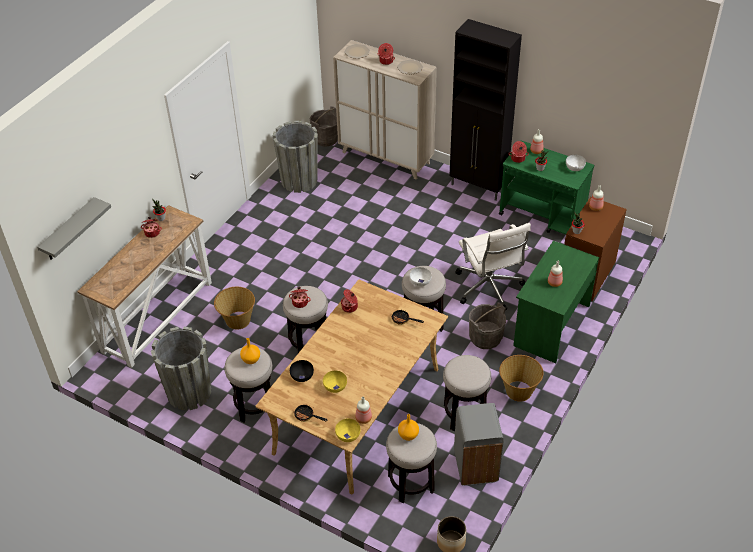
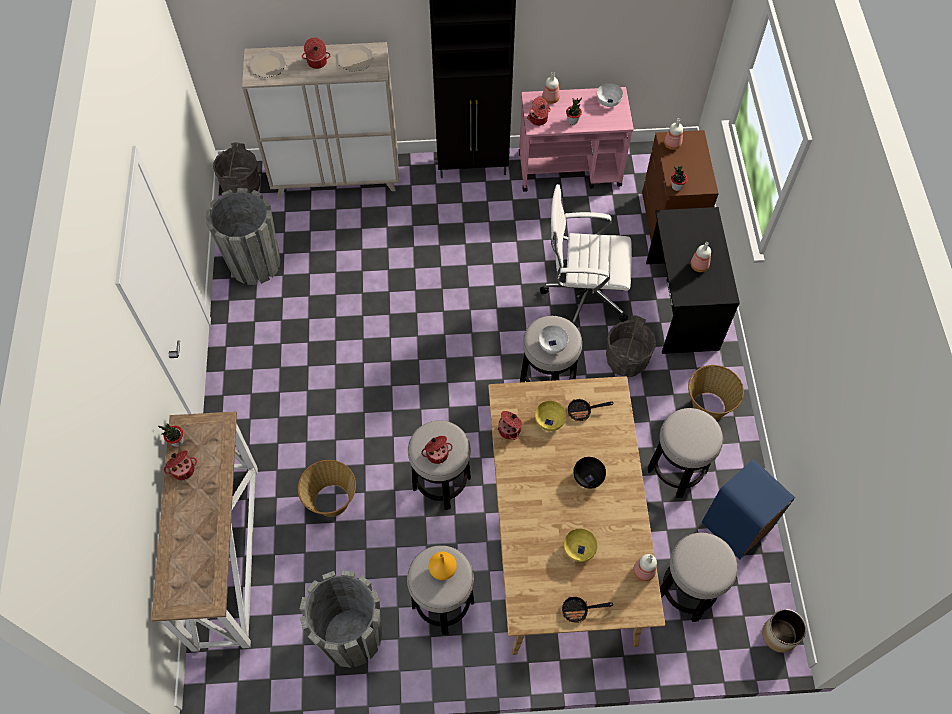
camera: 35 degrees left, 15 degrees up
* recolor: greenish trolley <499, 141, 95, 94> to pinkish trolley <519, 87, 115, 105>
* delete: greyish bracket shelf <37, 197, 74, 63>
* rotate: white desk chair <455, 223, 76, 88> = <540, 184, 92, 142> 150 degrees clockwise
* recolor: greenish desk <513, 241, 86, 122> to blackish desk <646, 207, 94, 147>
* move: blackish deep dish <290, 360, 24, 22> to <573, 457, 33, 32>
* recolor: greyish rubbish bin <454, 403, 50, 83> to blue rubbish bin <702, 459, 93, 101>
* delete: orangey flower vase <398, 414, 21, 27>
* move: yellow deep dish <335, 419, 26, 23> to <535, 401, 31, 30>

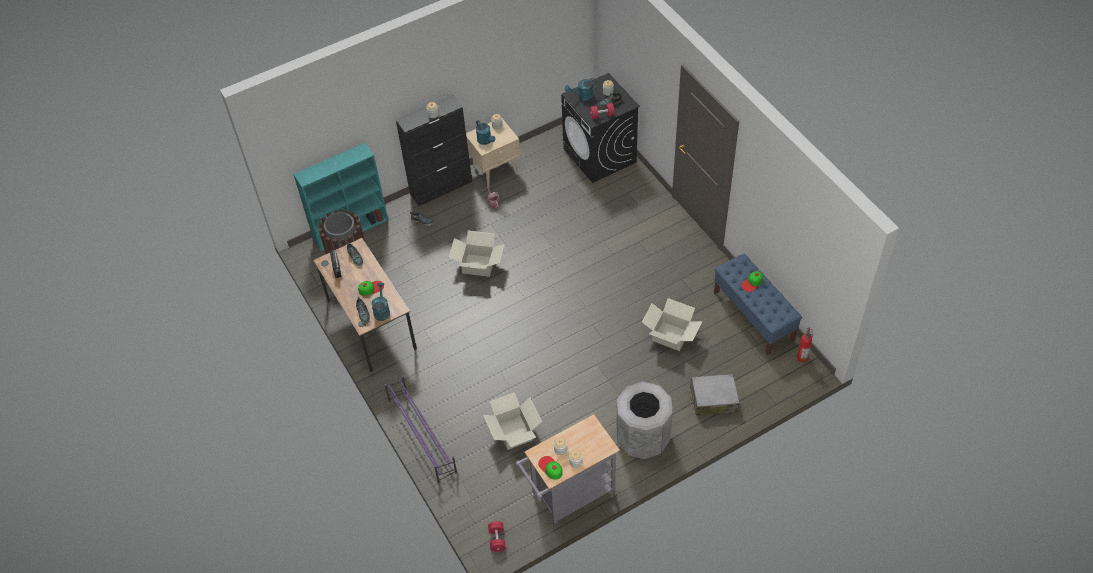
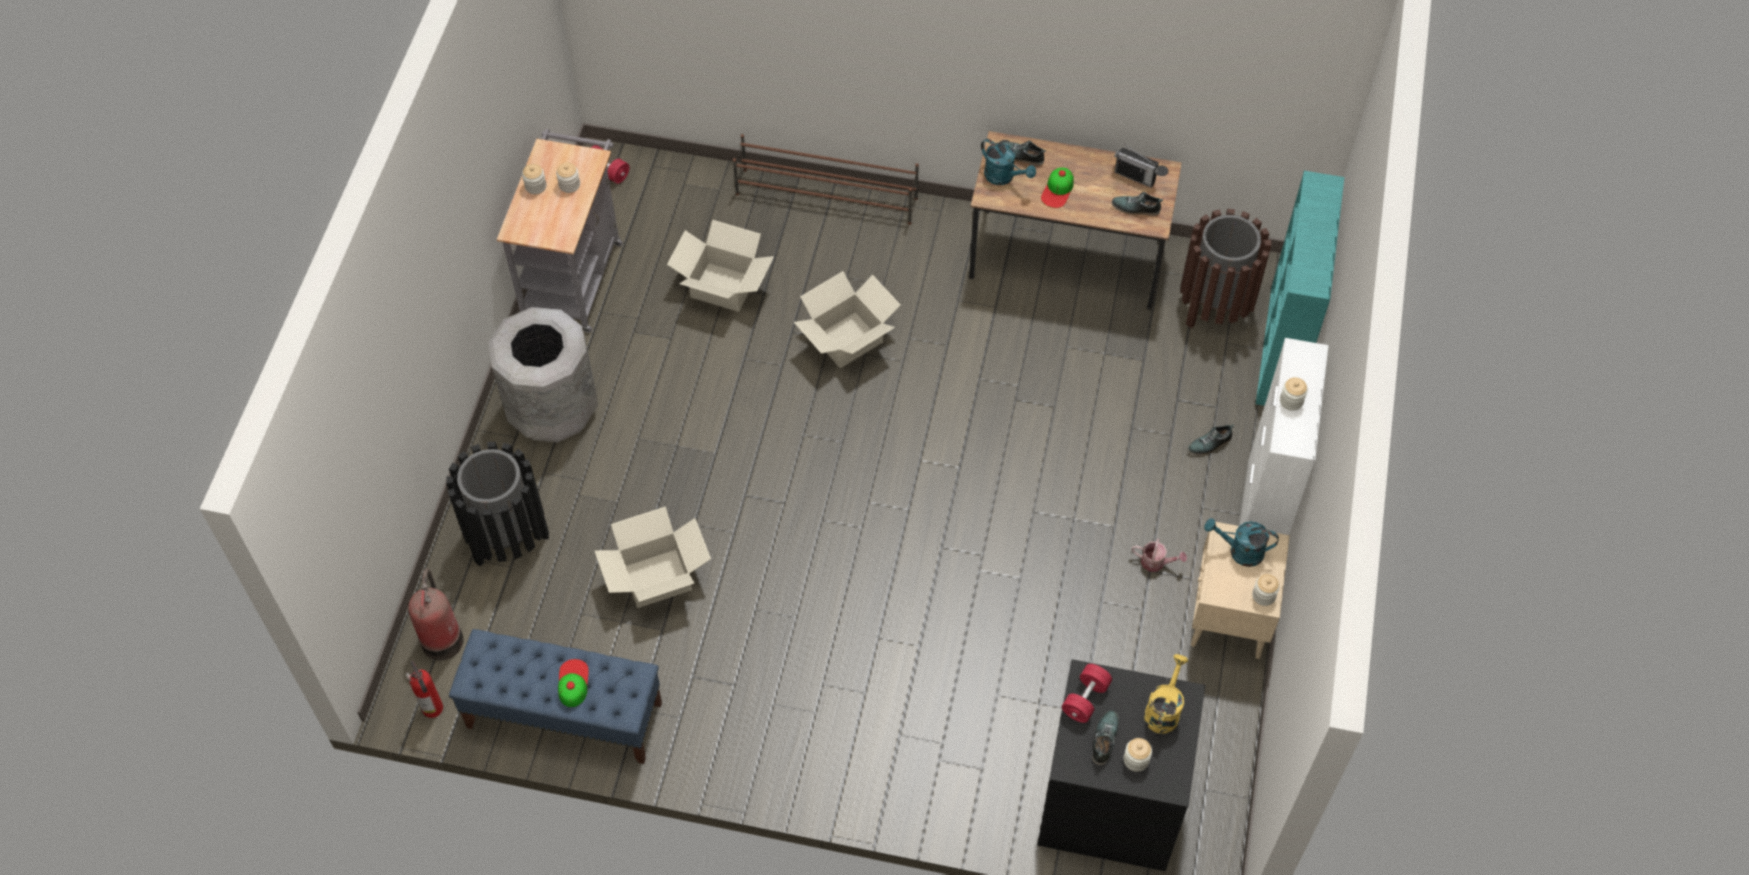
camera: 130 degrees right, 5 degrees up
* recolor: turquoise-coloured watering pot <565, 78, 32, 23> to yellow watering pot <1144, 654, 45, 80>
* recolor: blackish cabinet <396, 95, 76, 111> to white cabinet <1239, 338, 90, 197>
* move: carton <449, 231, 55, 46> to <794, 271, 107, 97>
* replace: greyish suitcase <689, 374, 51, 42> to blackish rubbish bin <446, 442, 103, 125>
* recolor: purple shoe rack <384, 375, 73, 108> to brown shoe rack <733, 134, 186, 91>
* delete: baseball cap <538, 456, 25, 24>
* insert: fire-fighting cylinder <408, 568, 56, 93>

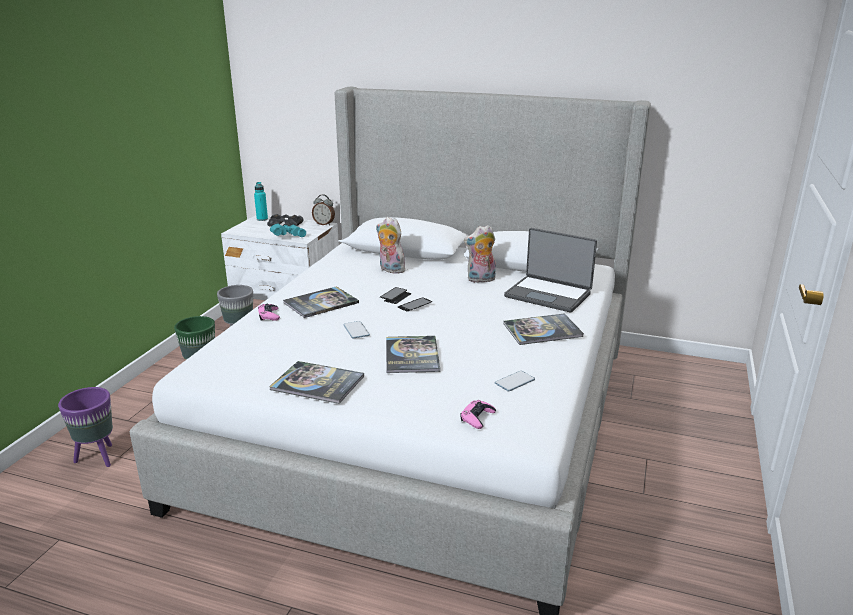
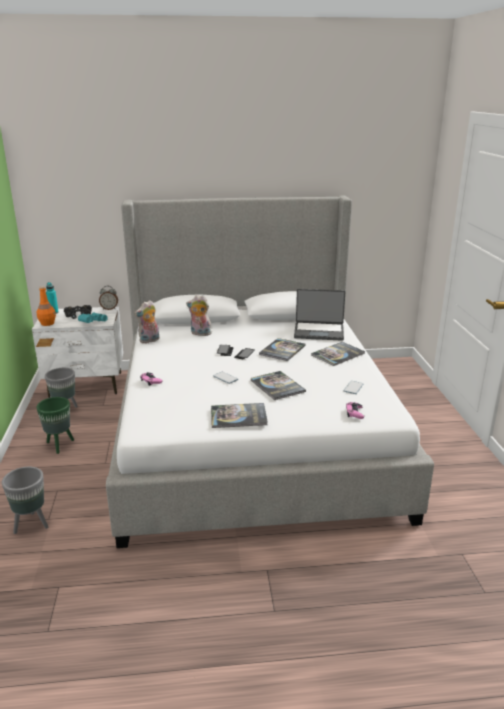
camera: 25 degrees left, 0 degrees up
* move: soft toy <464, 225, 32, 58> to <134, 300, 25, 43>
* move: bound book <283, 287, 76, 31> to <259, 338, 47, 23>
* recolor: purple flower pot <58, 387, 55, 80> to greyish flower pot <2, 467, 46, 67>
* insert: orangey beverage bottle <36, 286, 20, 40>

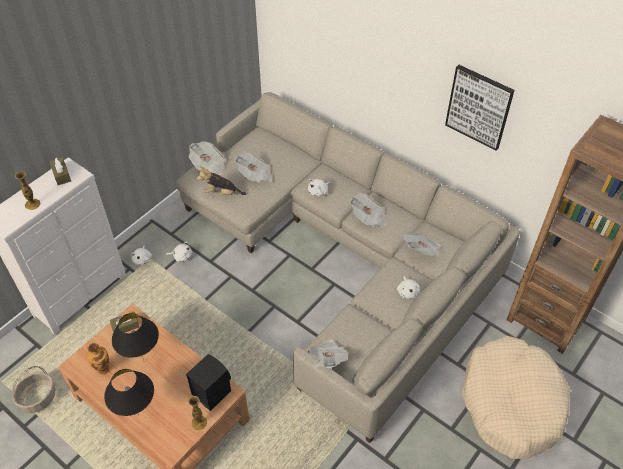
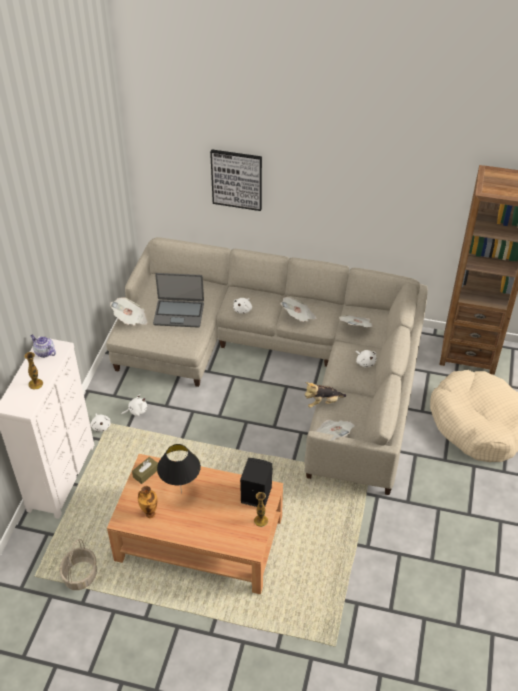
camera: 25 degrees left, 5 degrees down
* move: picture <445, 65, 70, 86> to <210, 149, 52, 62>
* replace: printed paper <235, 152, 37, 30> to portable computer <153, 273, 51, 55>
* replace: brown tissue box <49, 157, 22, 28> to teapot <30, 334, 26, 24>
* move: soft toy <197, 167, 49, 28> to <305, 382, 41, 26>
* delete: blackish lamp for a table <104, 369, 50, 47>

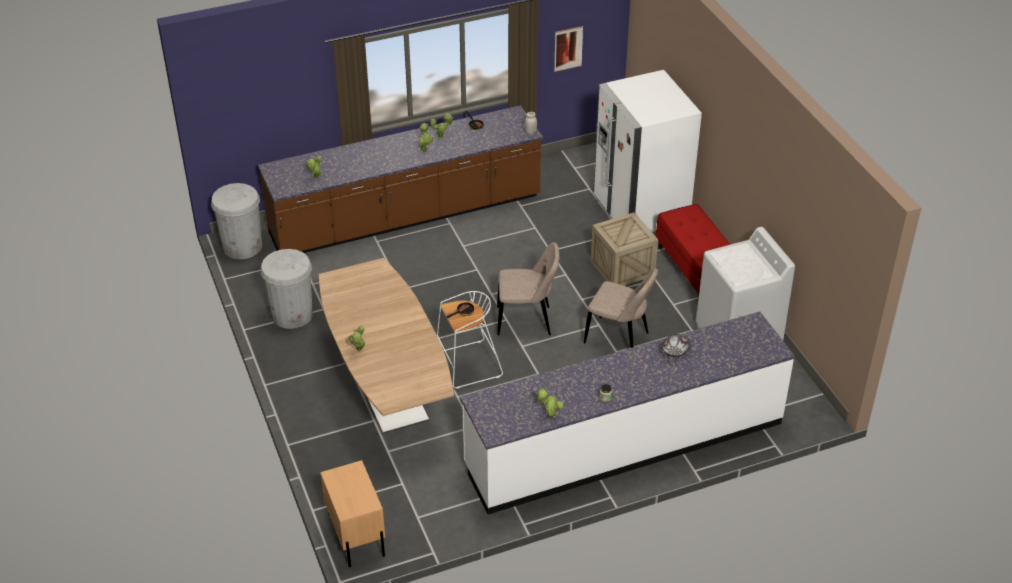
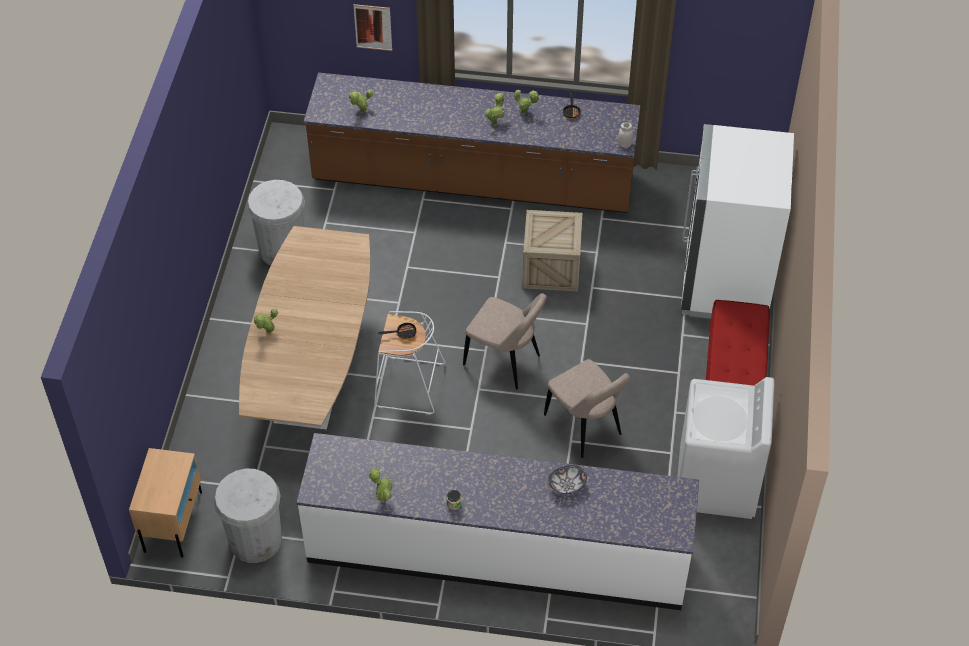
camera: 30 degrees right, 10 degrees up
* move: picture <554, 26, 29, 46> to <353, 4, 39, 47>
* move: white rubbish bin <211, 183, 51, 76> to <214, 468, 68, 95>
* move: packing crate <591, 212, 67, 74> to <522, 210, 60, 82>

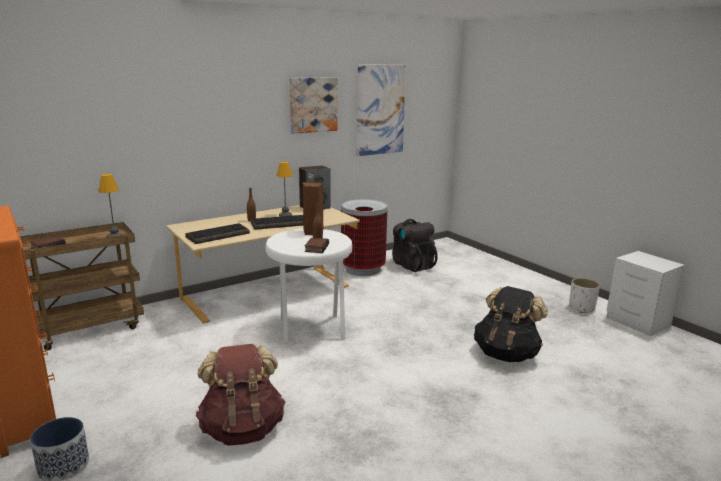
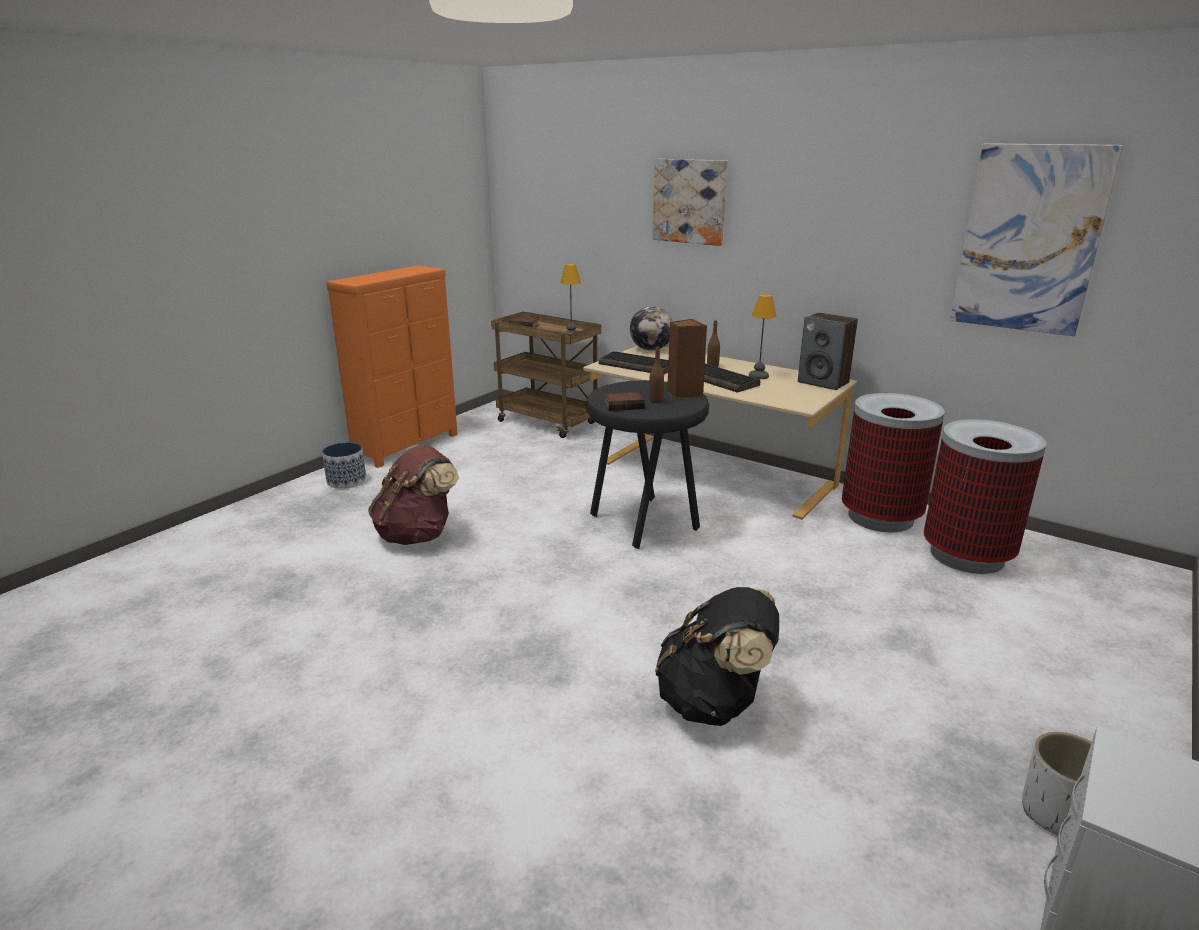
camera: 70 degrees right, 5 degrees up
* move: picture <290, 77, 48, 57> to <653, 159, 75, 87>
* replace: blackish knapsack <392, 219, 46, 53> to rubbish bin <924, 419, 122, 155>
* recolor: white stool seat <265, 229, 87, 115> to blackish stool seat <587, 380, 122, 169>
* insert: globe <630, 306, 42, 45>

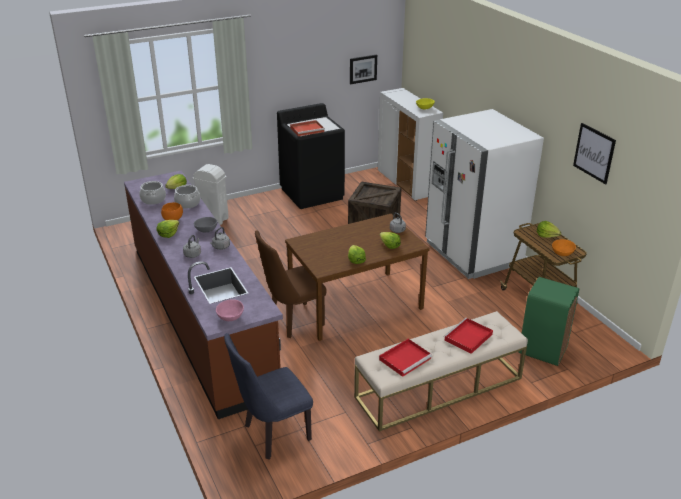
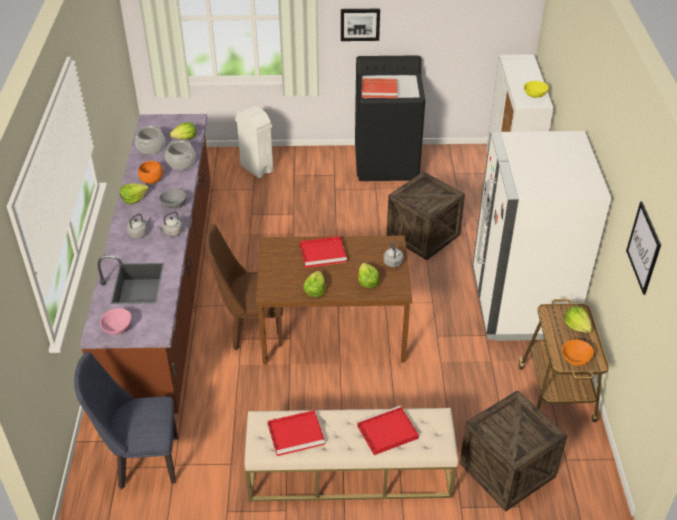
camera: 25 degrees right, 10 degrees up
* move: picture <350, 55, 27, 29> to <341, 9, 39, 32>
* replace: greenish rubbish bin <519, 277, 61, 89> to packing crate <459, 390, 108, 121>
* insert: red tray <299, 236, 48, 32>

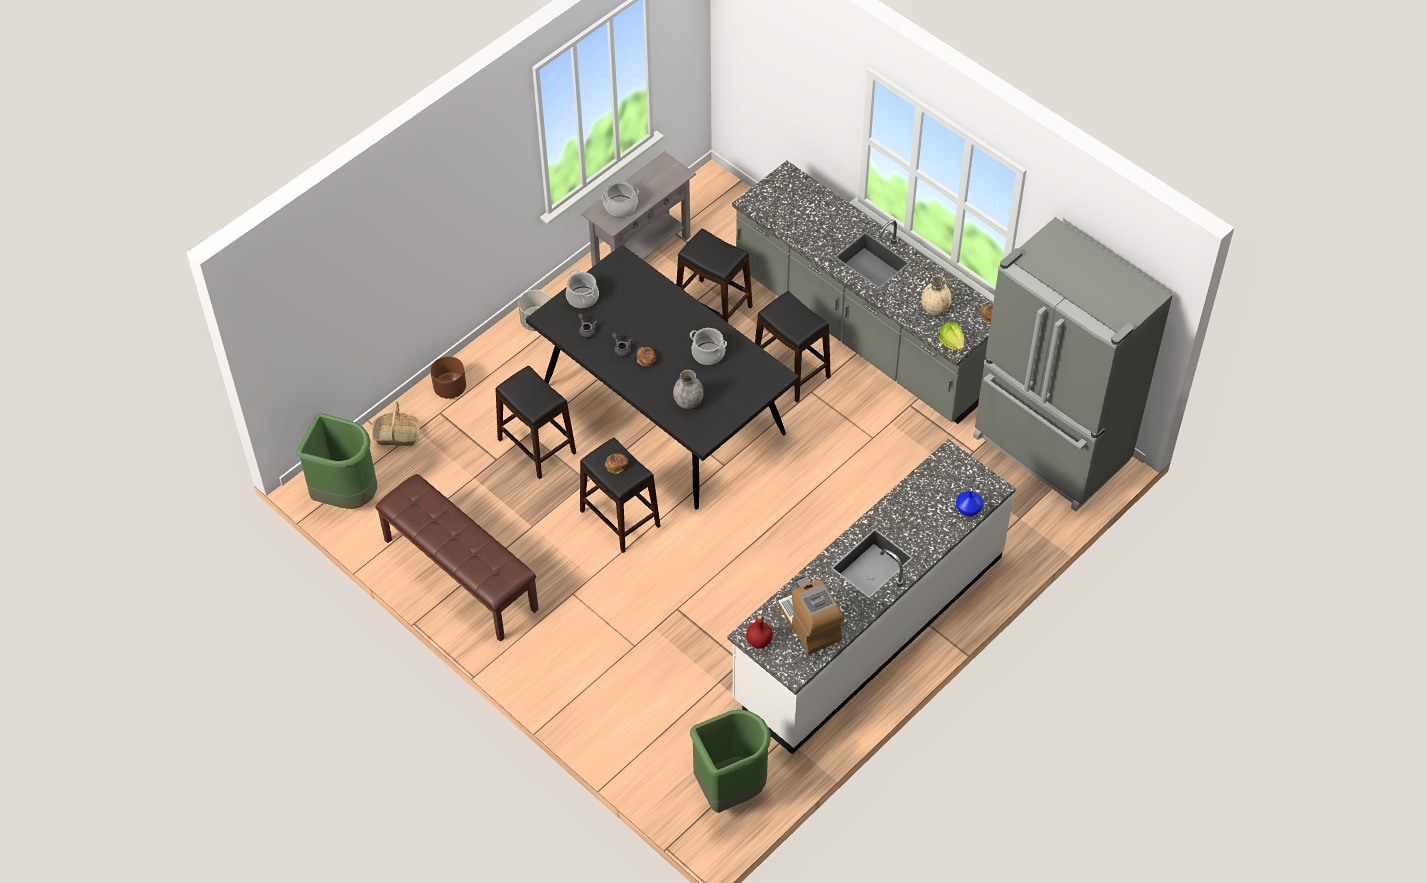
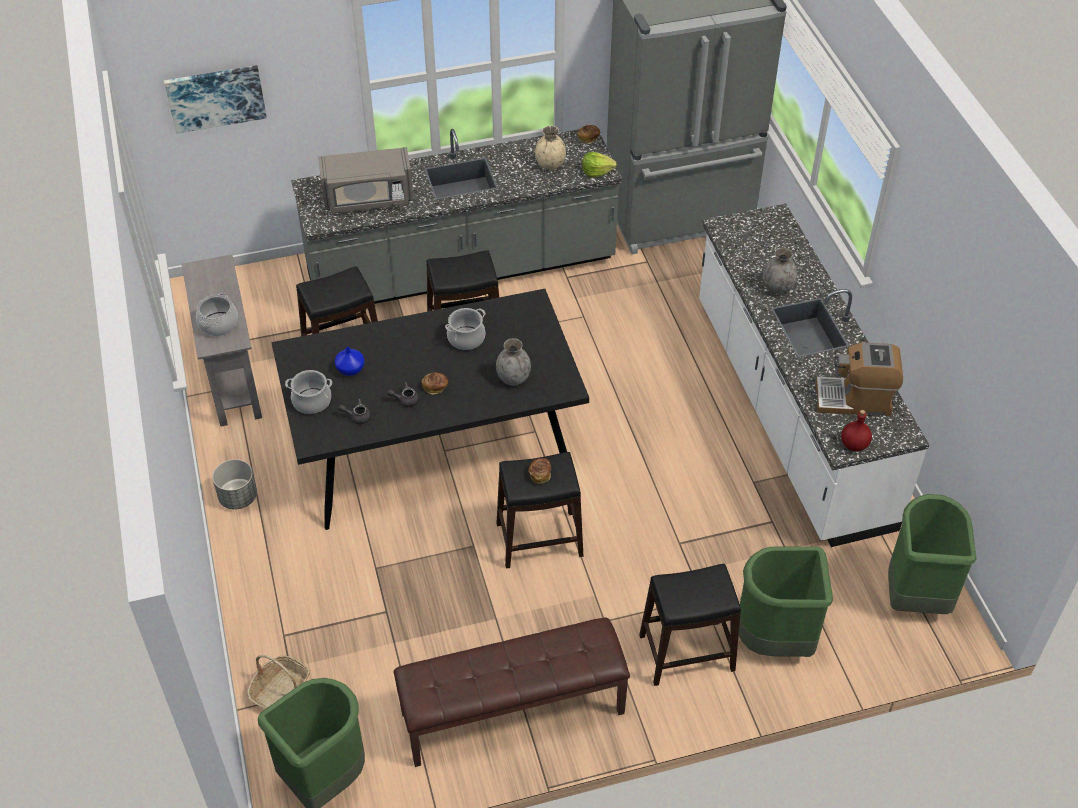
camera: 60 degrees left, 5 degrees down
* delete: brown flower pot <430, 356, 36, 43>
* move: blackish stool seat <495, 366, 81, 113> to <639, 564, 102, 122>
* move: blue flower vase <956, 491, 27, 25> to <335, 347, 29, 29>
* insert: picture <164, 65, 103, 68>
* insert: greyish microwave oven <318, 147, 95, 67>
* insert: greyish flower vase <763, 247, 34, 47>
* insert: greenish rubbish bin <739, 547, 94, 110>

